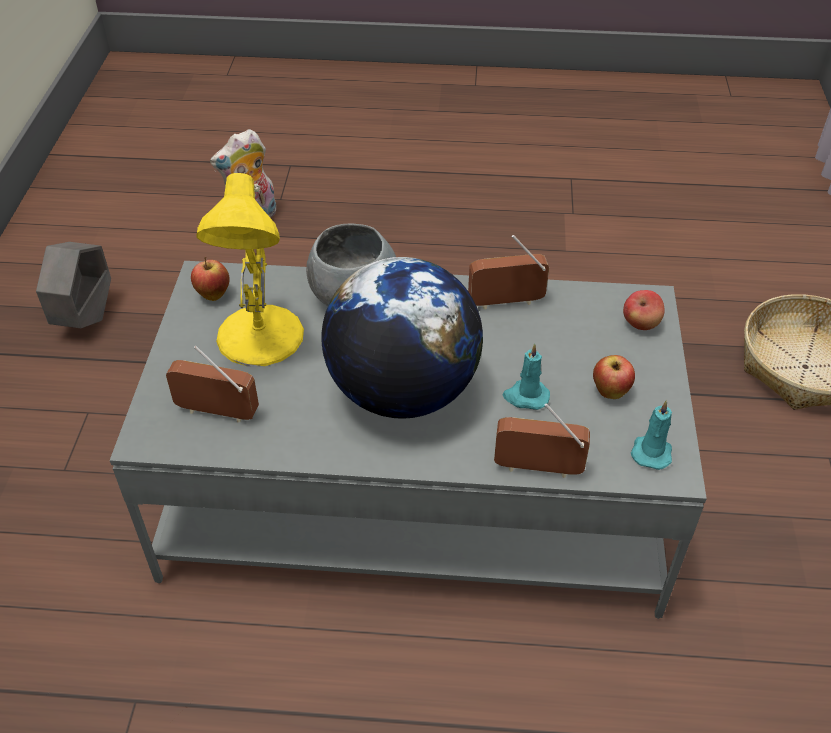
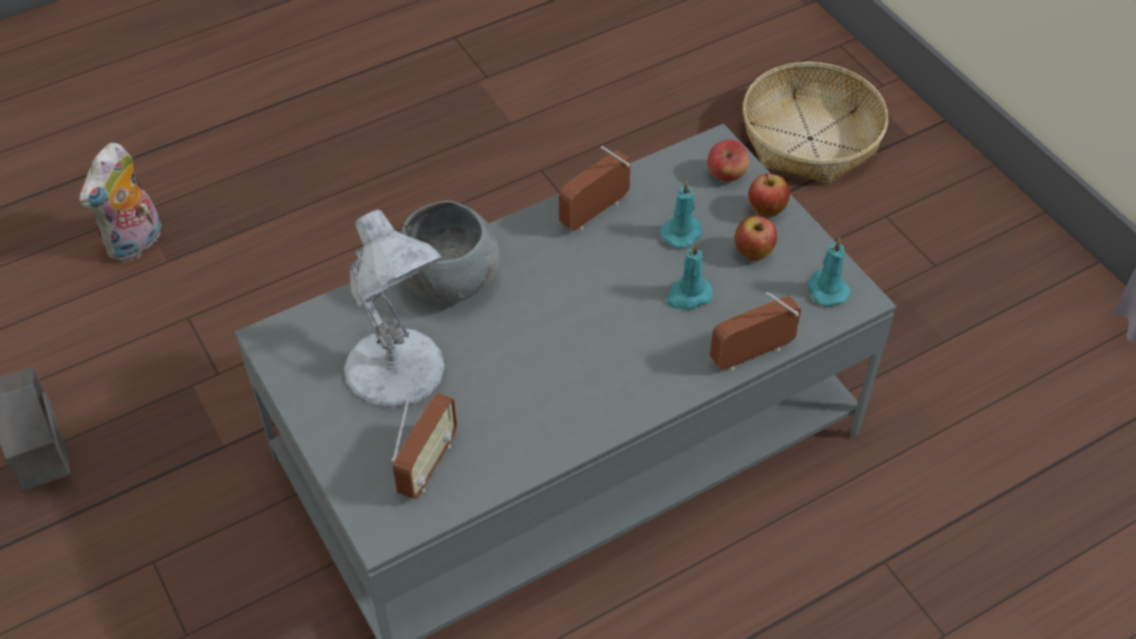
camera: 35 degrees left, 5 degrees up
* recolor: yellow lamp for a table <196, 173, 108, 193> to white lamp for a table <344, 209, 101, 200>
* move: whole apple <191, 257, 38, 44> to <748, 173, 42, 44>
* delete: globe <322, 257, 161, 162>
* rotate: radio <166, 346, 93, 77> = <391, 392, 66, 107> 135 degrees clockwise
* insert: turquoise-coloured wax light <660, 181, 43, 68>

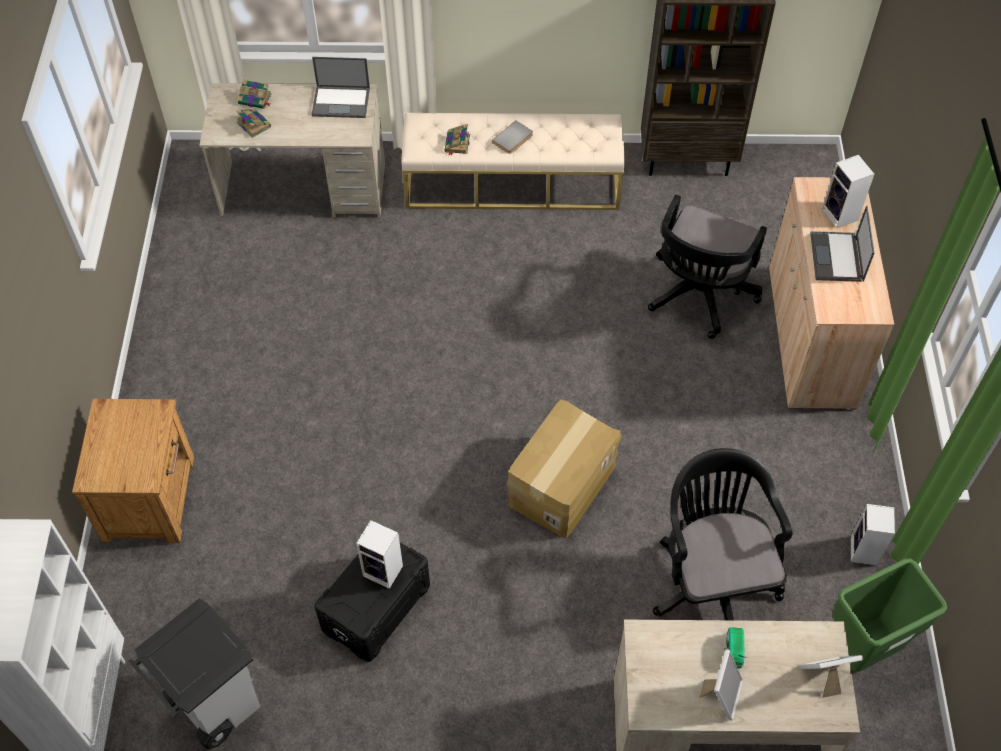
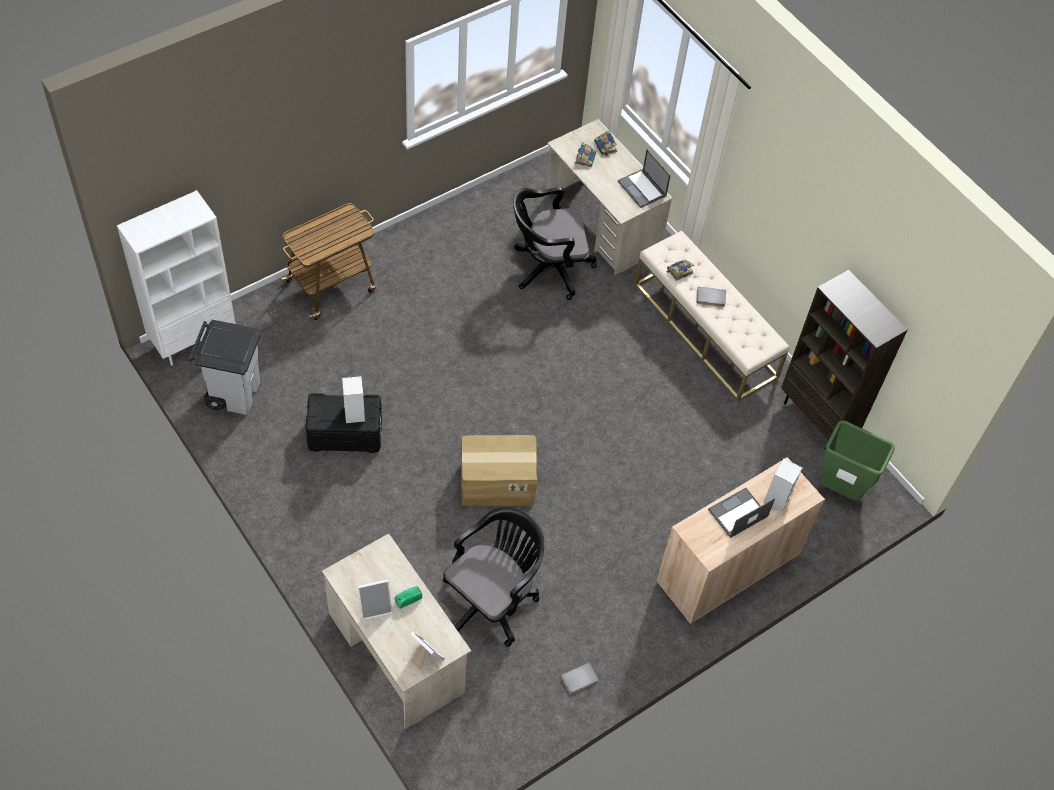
camera: 50 degrees right, 0 degrees up
* move: blackish desk chair <648, 194, 119, 145> to <513, 187, 84, 113>
* replace: brown night table <72, 399, 122, 144> to trolley <281, 203, 95, 117>
* replace: speaker <851, 504, 44, 61> to greyish bound book <560, 662, 39, 32>
* move: greenish rubbish bin <833, 559, 114, 113> to <820, 420, 75, 81>

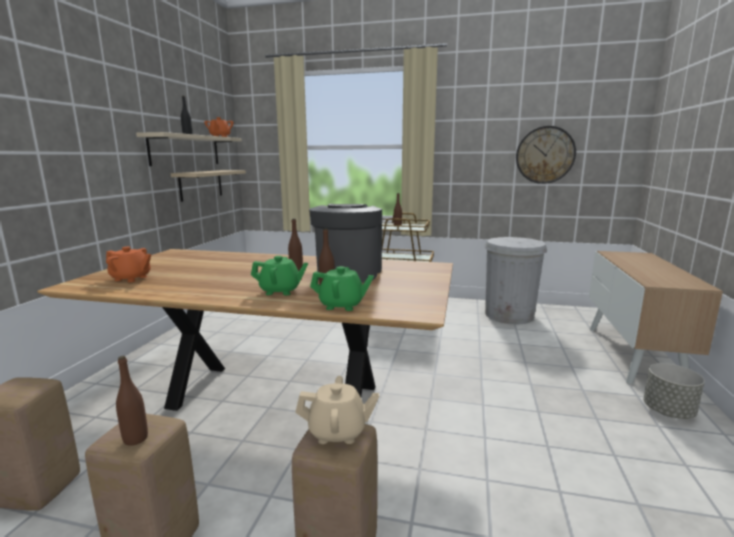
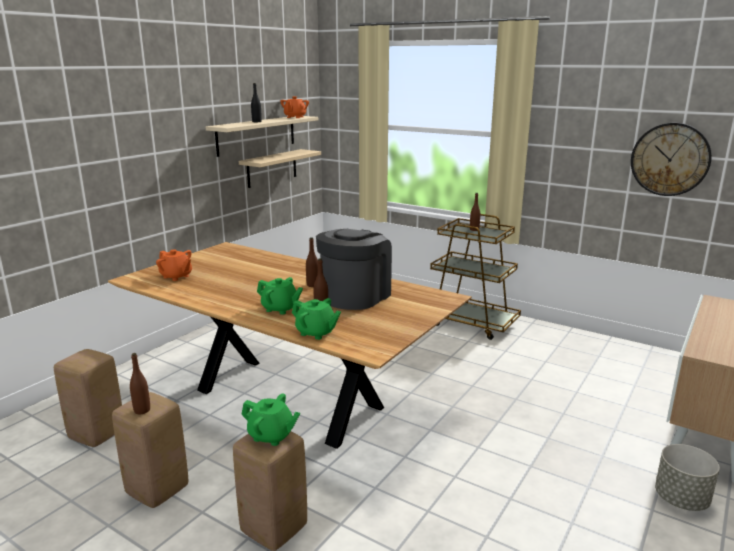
camera: 20 degrees right, 5 degrees up
* delete: white rubbish bin <485, 237, 62, 87>
* recolor: beige-coloured teapot <295, 376, 84, 68> to greenish teapot <241, 393, 59, 53>

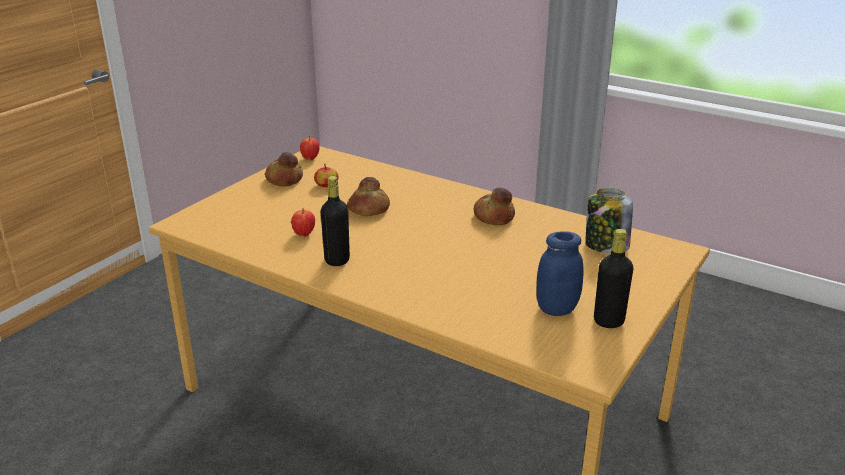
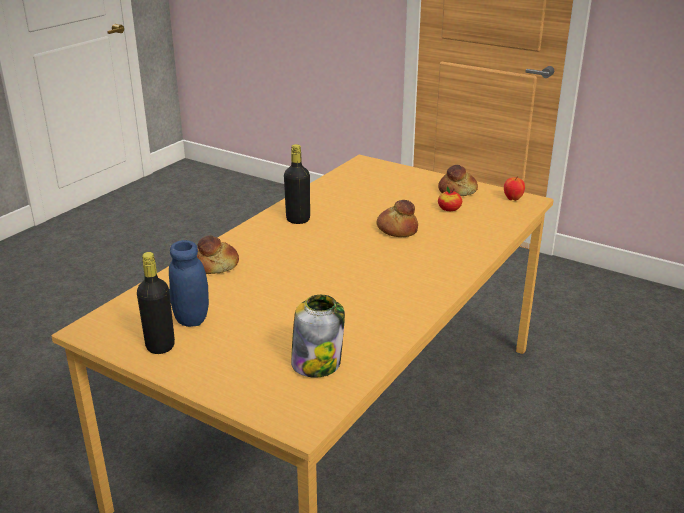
camera: 90 degrees right, 0 degrees up
* move: bread <474, 188, 41, 37> to <197, 235, 42, 39>
* delete: whole apple <291, 210, 24, 27>

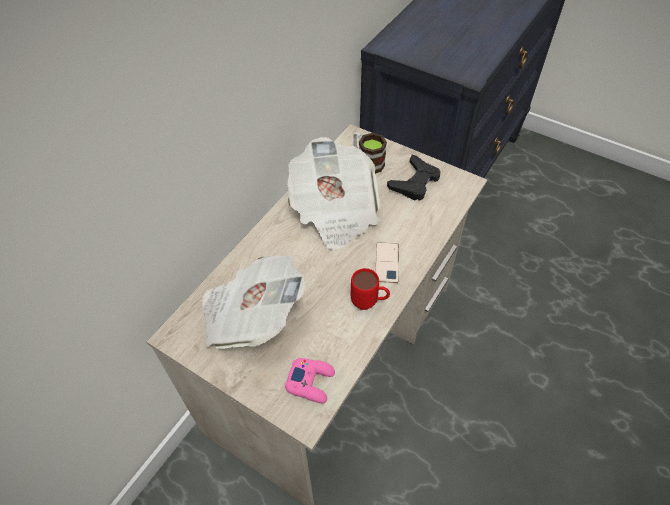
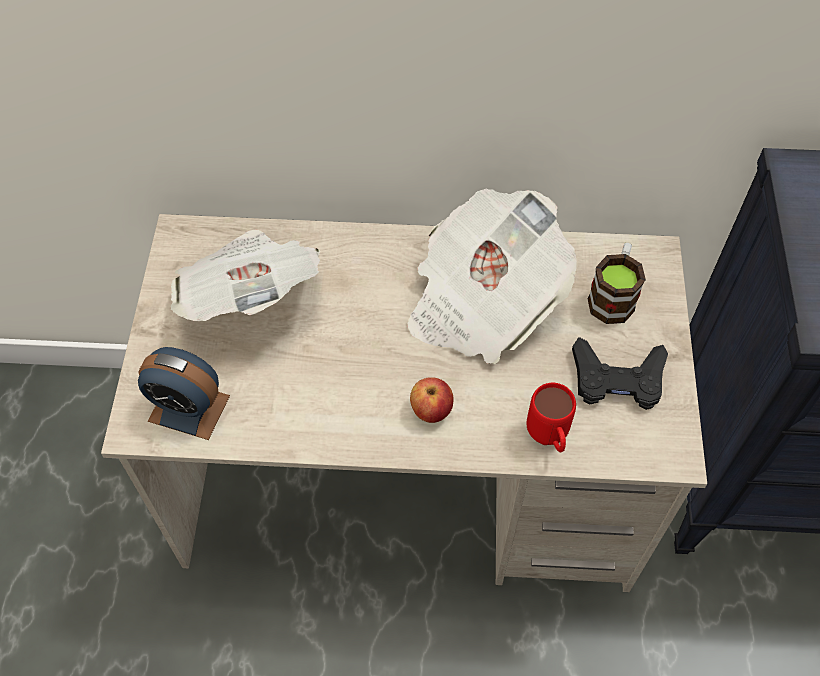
camera: 60 degrees right, 5 degrees up
* replace: handset <375, 242, 24, 41> to whole apple <410, 377, 43, 46>
* move: red tea mug <351, 268, 39, 42> to <526, 383, 50, 69>
* replace: pinkish game controller <285, 358, 50, 45> to table clock <138, 347, 92, 93>

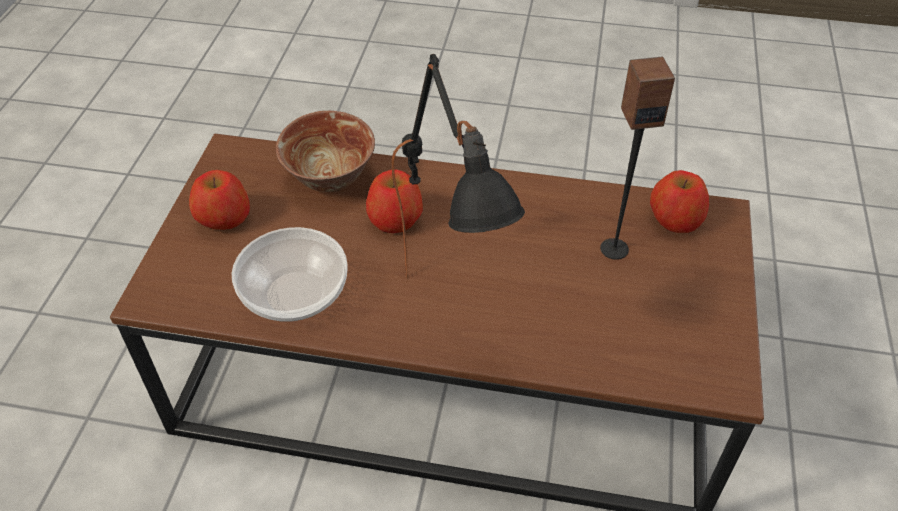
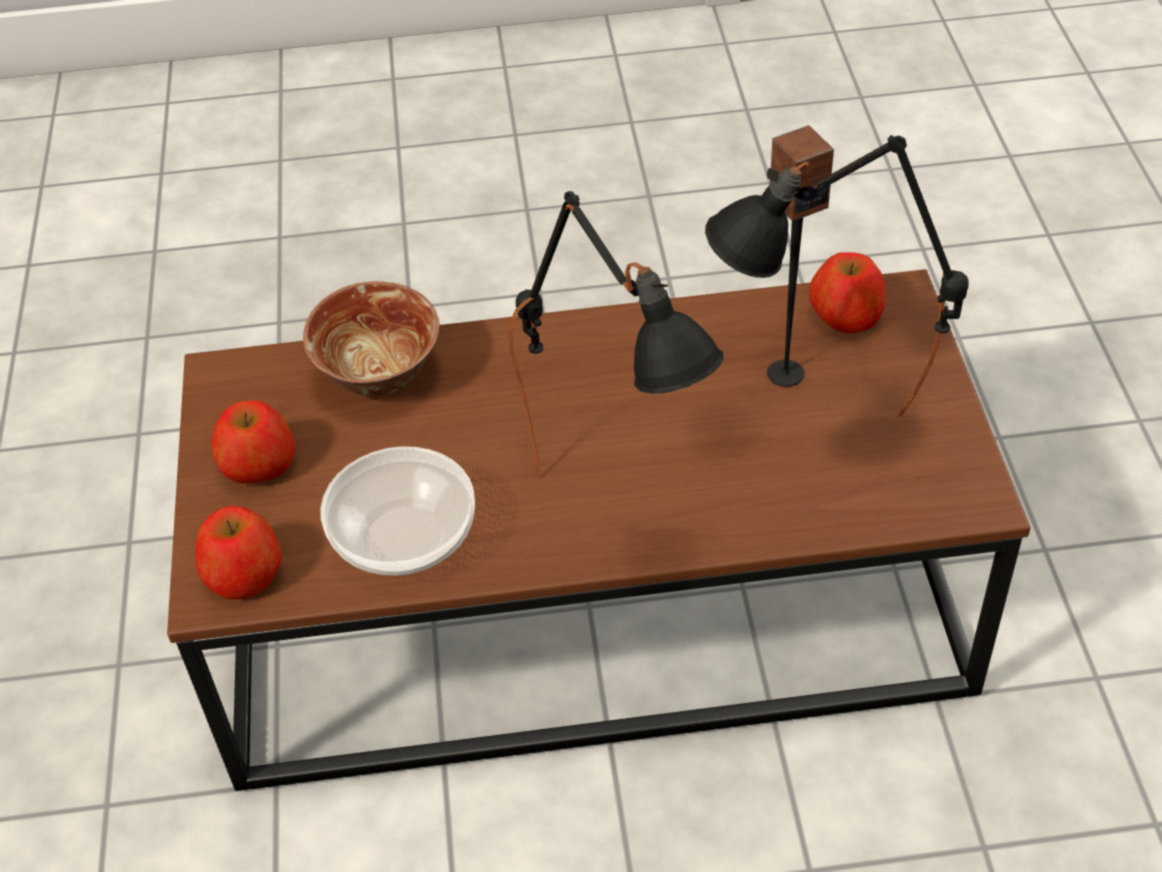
camera: 15 degrees left, 0 degrees up
* move: whole apple <366, 169, 57, 64> to <195, 506, 87, 93>
* insert: blackish lamp for a table <705, 135, 264, 282>

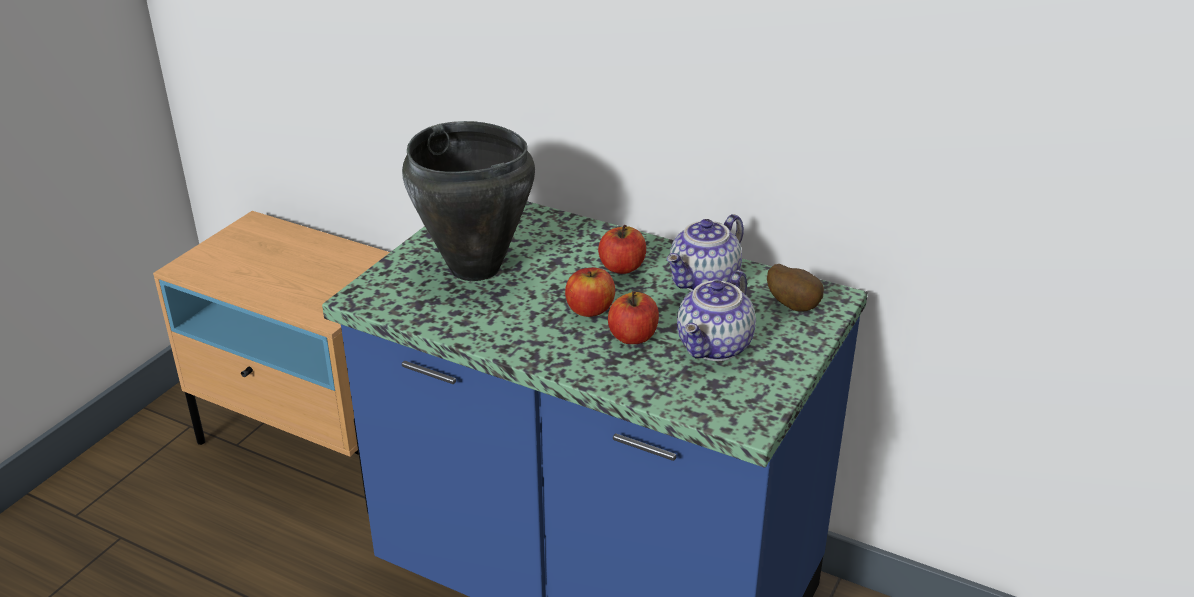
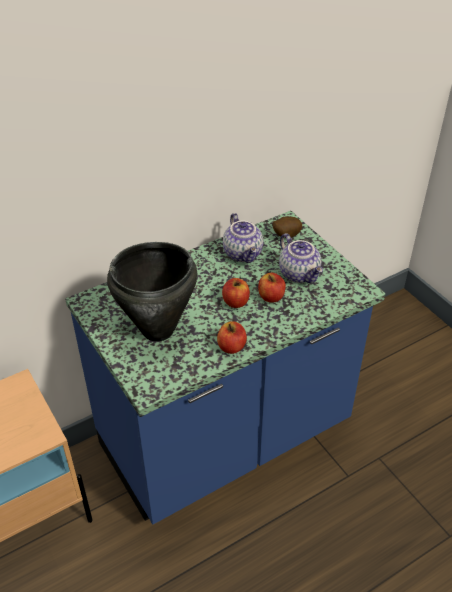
camera: 60 degrees left, 10 degrees up
* move: whole apple <598, 225, 48, 49> to <217, 321, 30, 33>

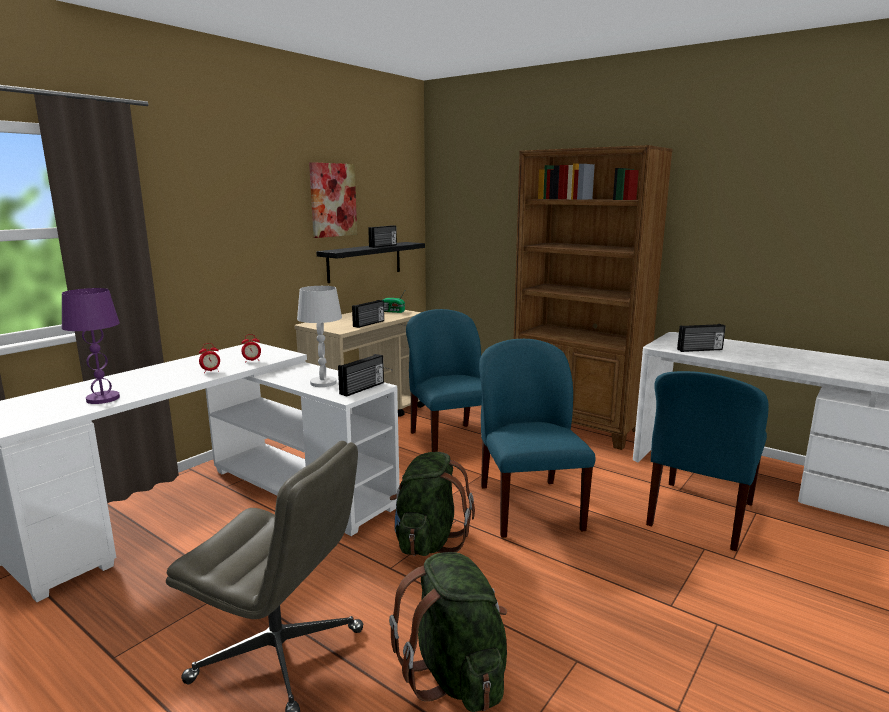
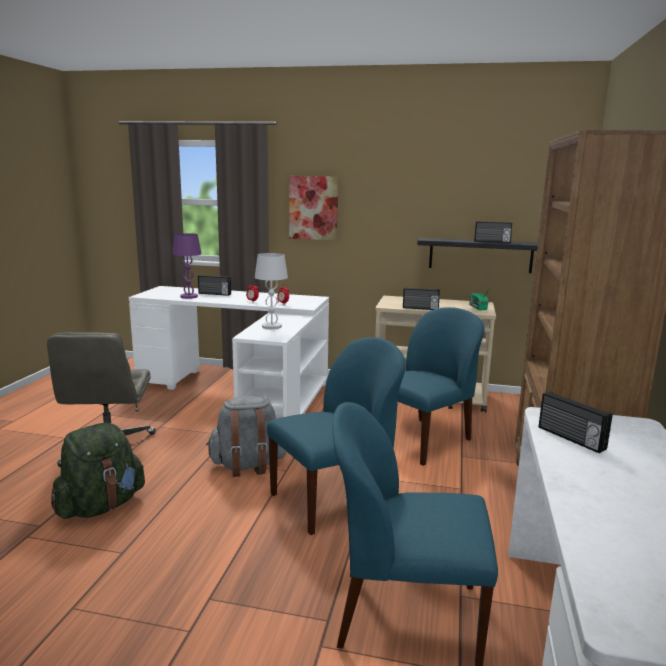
camera: 65 degrees right, 0 degrees up
* move: picture <309, 162, 48, 76> to <289, 176, 49, 65>
* move: radio <338, 354, 46, 43> to <198, 275, 33, 21>
* recolor: greenish knapsack <390, 452, 85, 104> to greyish knapsack <206, 396, 80, 81>

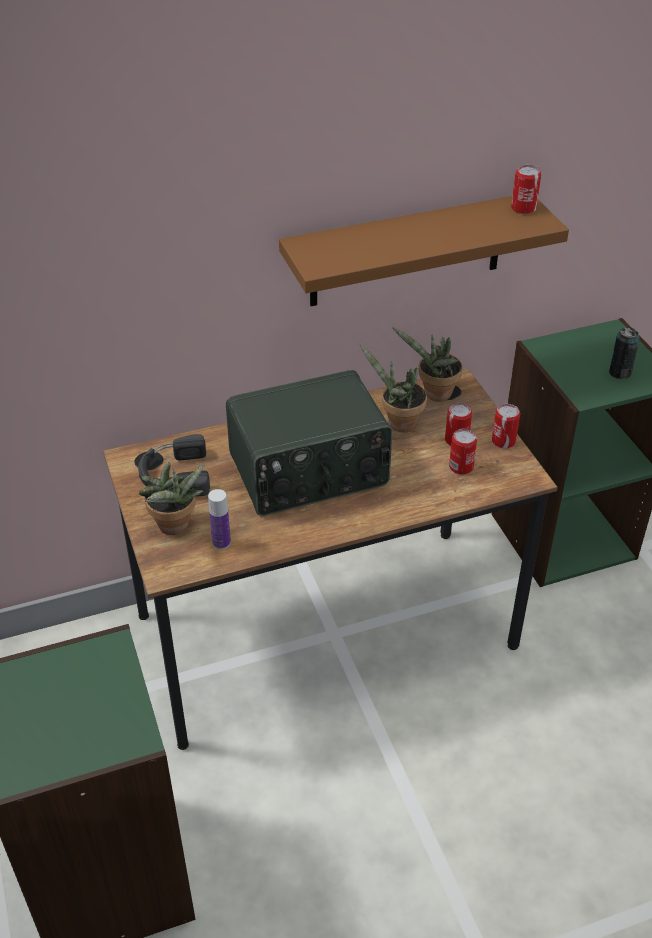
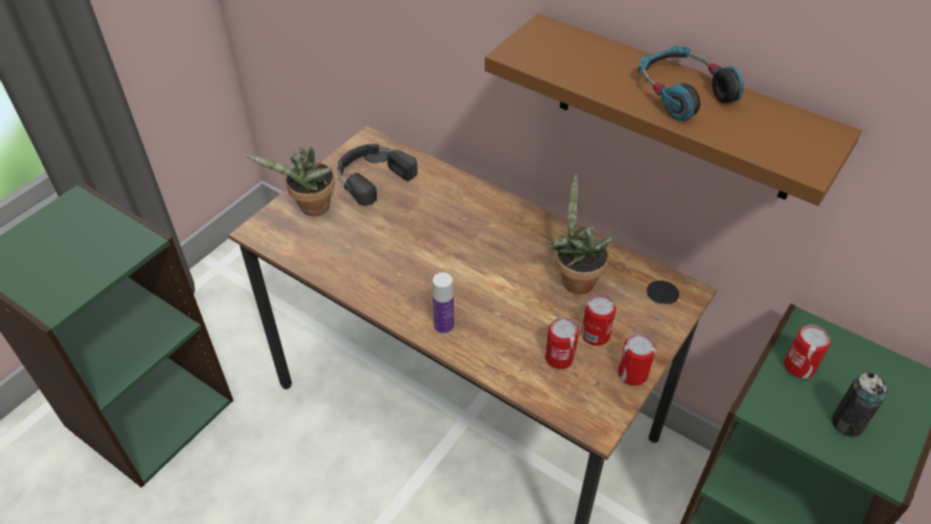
camera: 55 degrees right, 5 degrees up
* move: metal can <511, 165, 30, 49> to <784, 325, 47, 54>
* delete: potted plant <392, 327, 70, 74>
* delete: radio <226, 370, 166, 146>
* move: beverage bottle <208, 489, 23, 61> to <433, 272, 21, 62>
* insert: headset <637, 46, 107, 75>

